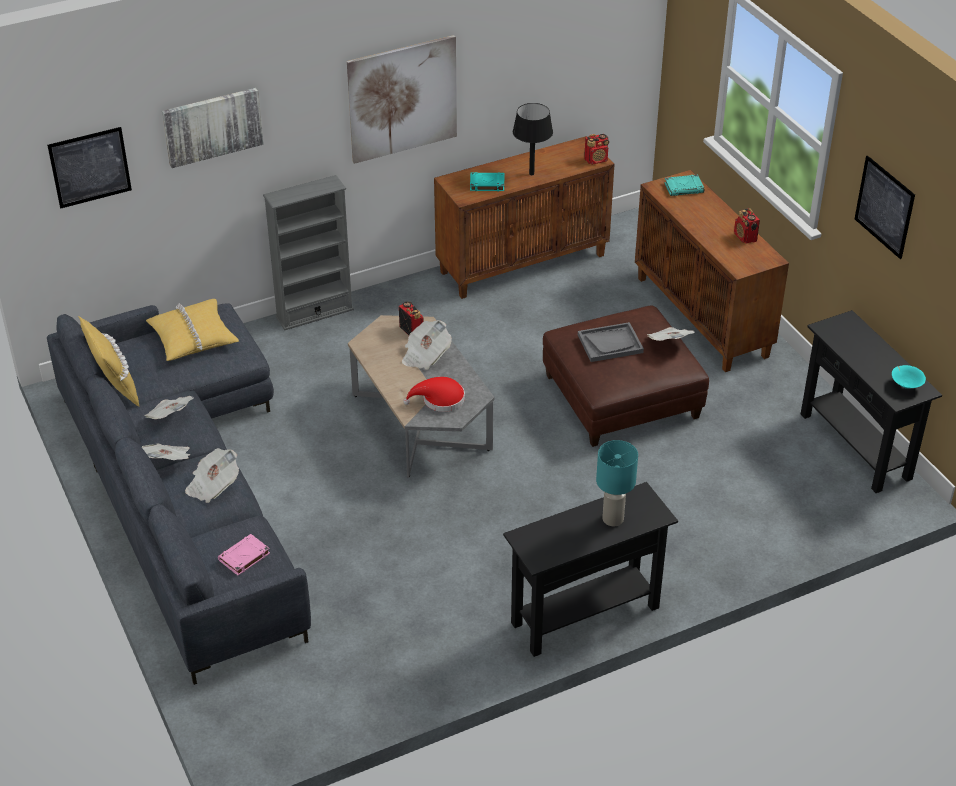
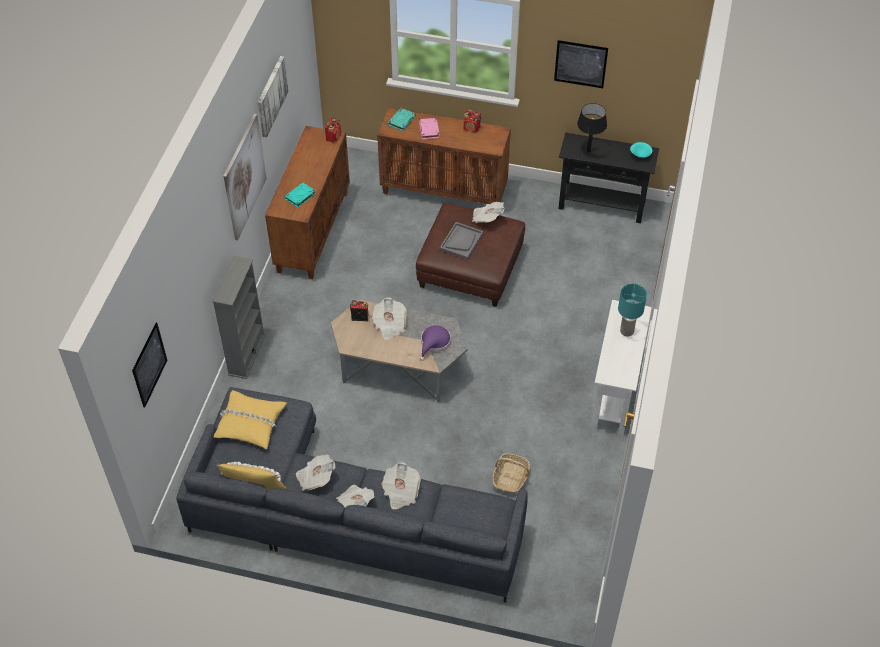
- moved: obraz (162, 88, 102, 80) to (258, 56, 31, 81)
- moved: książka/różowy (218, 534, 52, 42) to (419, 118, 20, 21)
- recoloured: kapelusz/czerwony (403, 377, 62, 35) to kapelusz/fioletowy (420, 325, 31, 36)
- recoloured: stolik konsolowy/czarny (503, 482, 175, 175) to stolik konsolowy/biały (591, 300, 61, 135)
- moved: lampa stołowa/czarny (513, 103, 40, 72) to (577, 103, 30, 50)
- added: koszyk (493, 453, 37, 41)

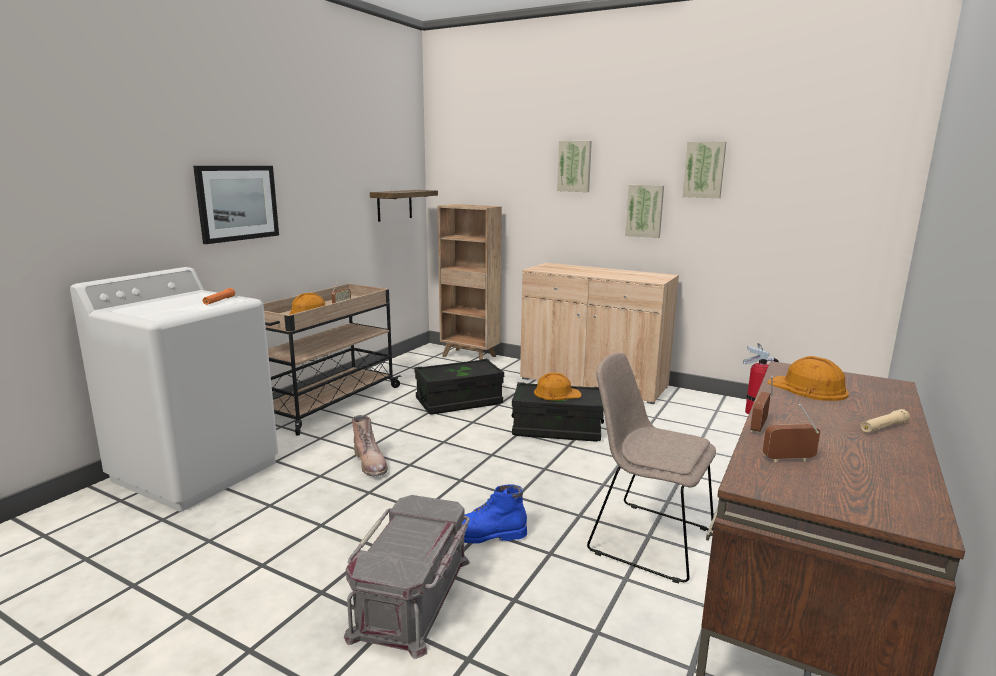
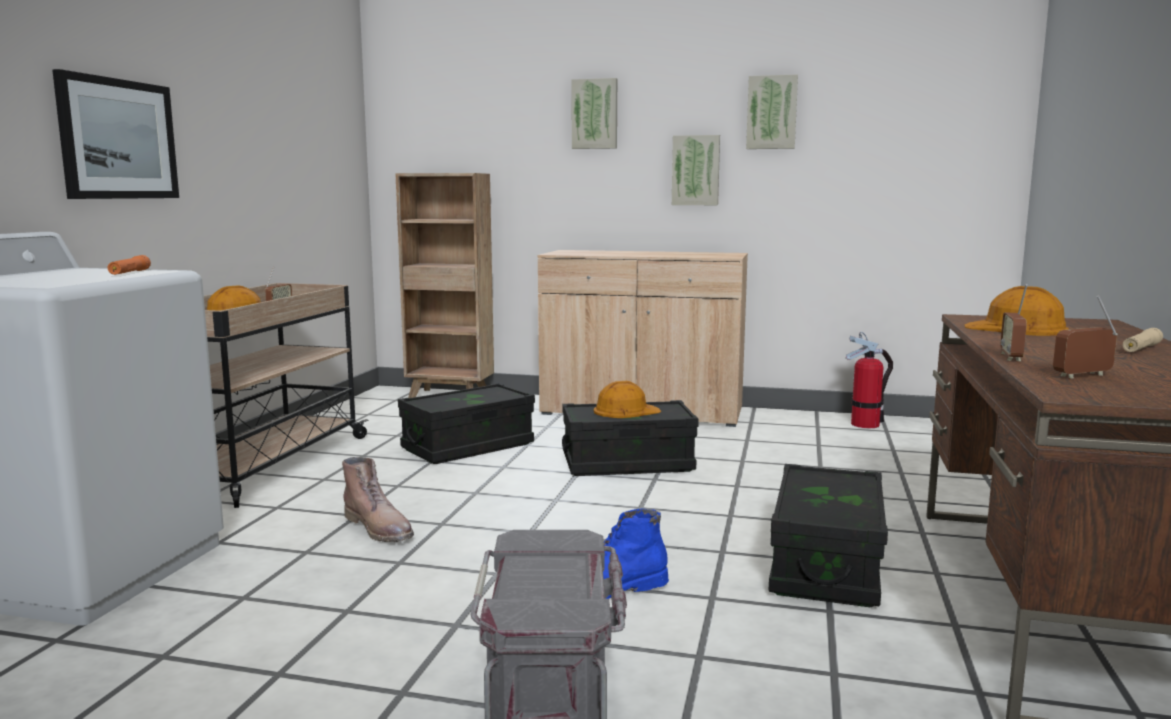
- removed: półka (370, 190, 68, 32)
- replaced: krzesło/beżowy (587, 353, 129, 230) to pojemnik do przechowywania/czarny (769, 464, 119, 144)

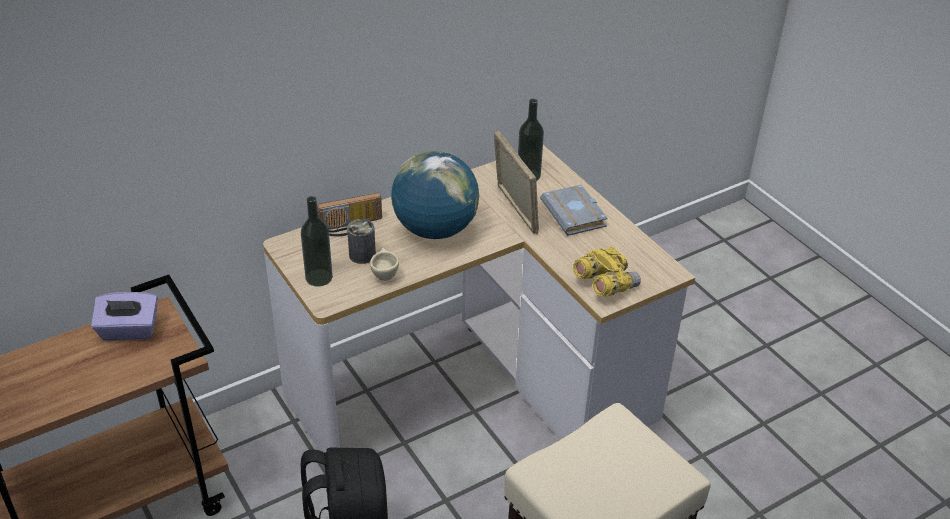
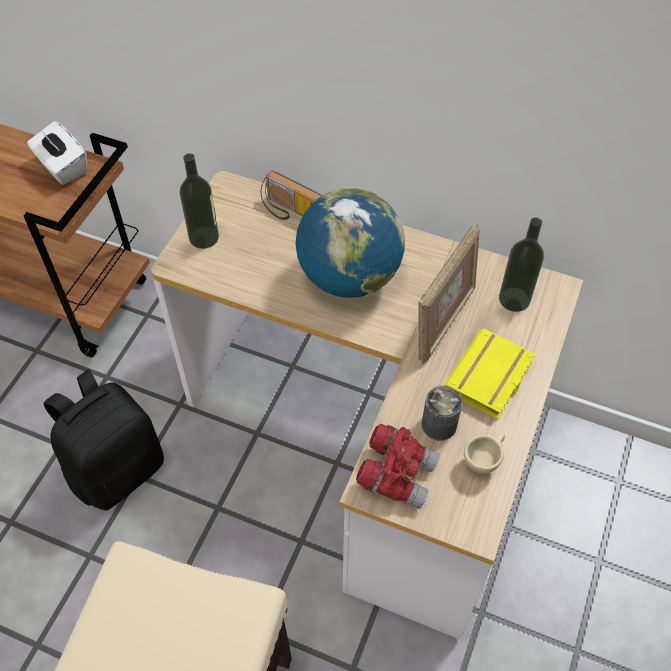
- recoloured: pudełko chusteczek/fioletowy (91, 292, 67, 49) to pudełko chusteczek/biały (27, 121, 60, 64)
- moved: puszka (347, 219, 29, 45) to (422, 386, 40, 55)
- moved: filiżanka/beżowy (370, 248, 29, 33) to (464, 434, 41, 40)
- recoloured: książka/szary (540, 185, 68, 51) to książka/żółty (443, 329, 92, 90)
- recoloured: lornetka/żółty (573, 246, 68, 51) to lornetka/czerwony (356, 424, 84, 85)

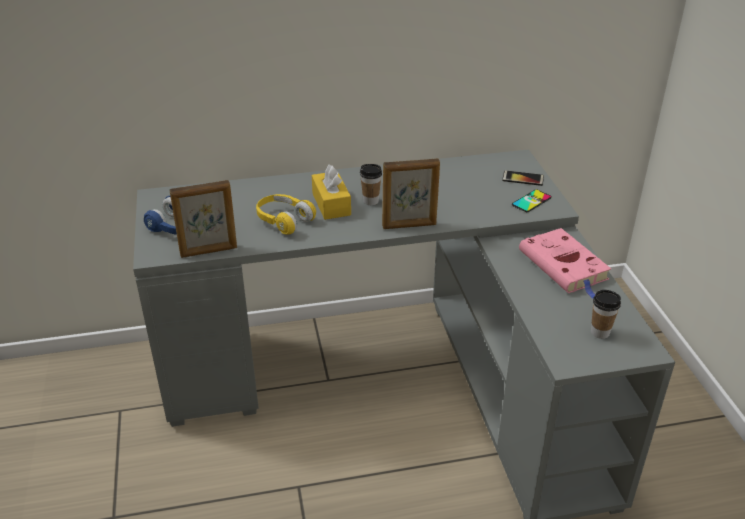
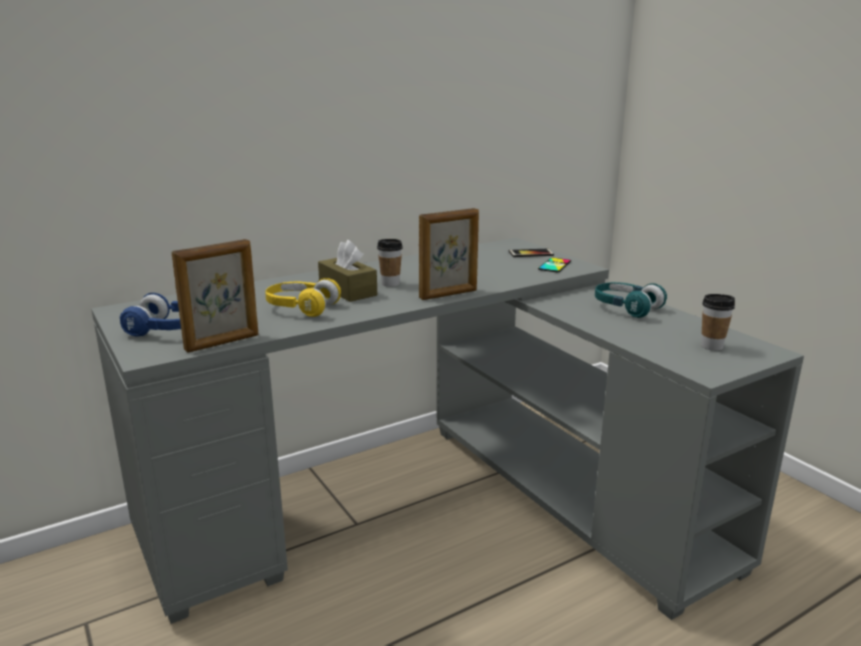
- recoloured: pudełko chusteczek/żółty (312, 165, 39, 55) to pudełko chusteczek/brązowy (318, 240, 59, 62)
- replaced: książka/różowy (519, 228, 92, 71) to słuchawki/turkusowy (595, 282, 72, 36)

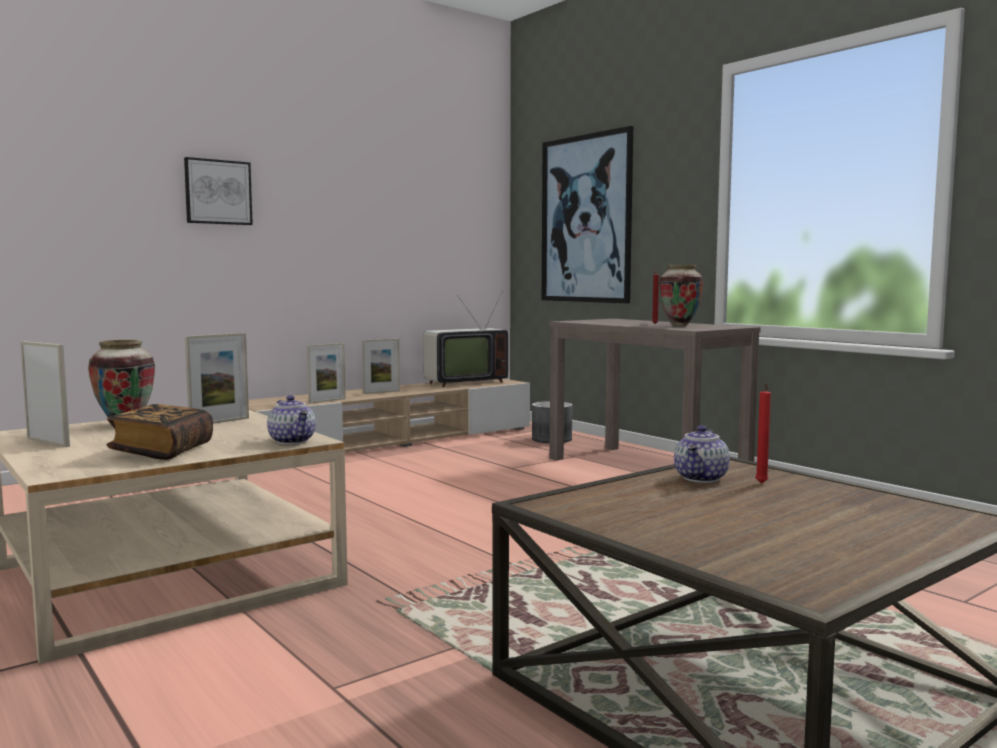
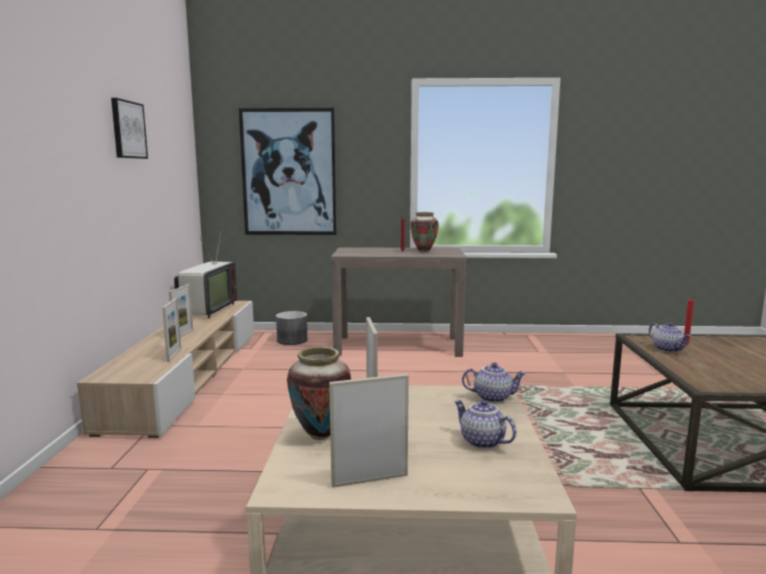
- replaced: książka (107, 404, 106, 56) to imbryk (454, 400, 62, 49)
- moved: obraz (184, 157, 69, 68) to (111, 98, 37, 61)

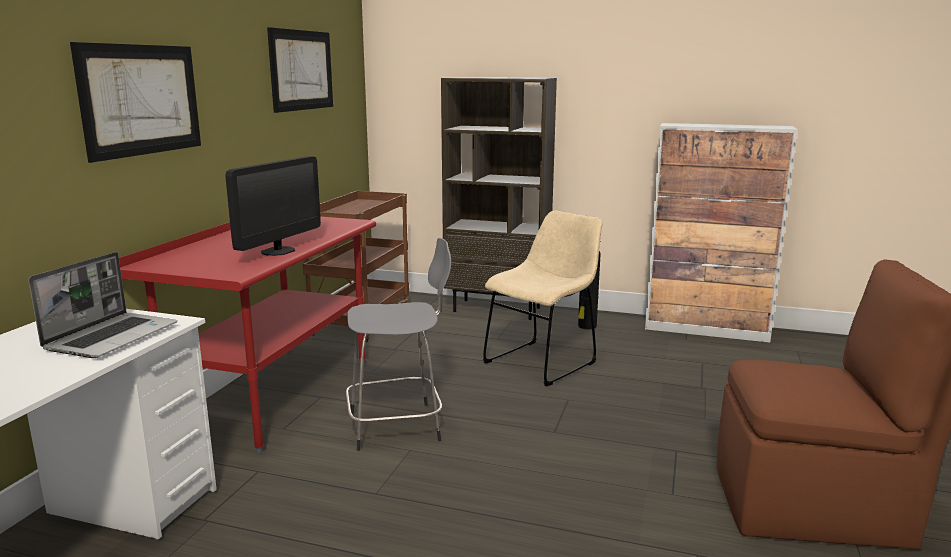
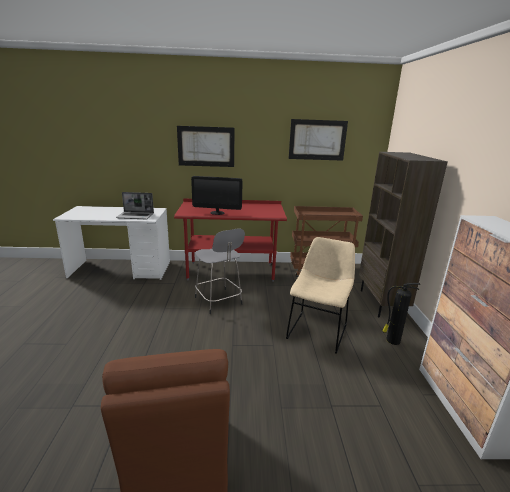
- turned: krzesło/beżowy (483, 210, 119, 176) = (286, 237, 69, 117) 90 degrees counterclockwise

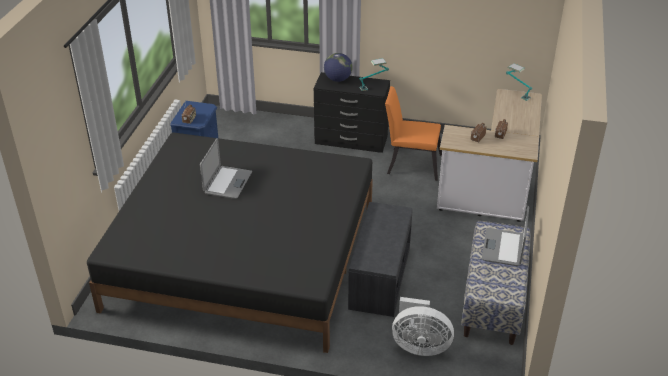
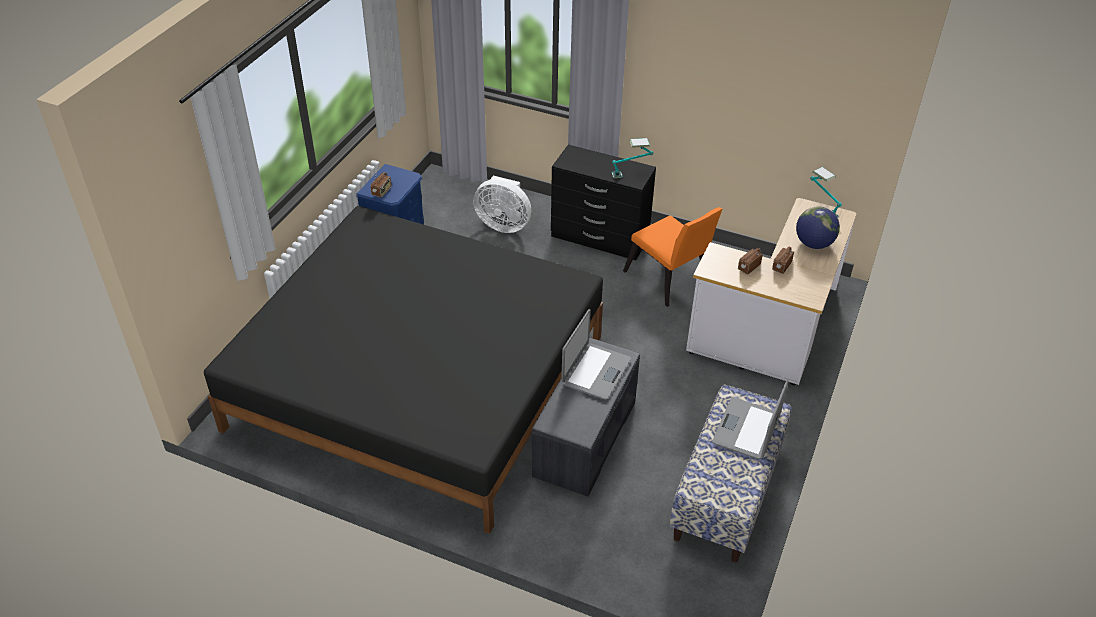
- moved: laptop (200, 138, 52, 61) to (561, 309, 70, 91)
- moved: globus (324, 53, 28, 29) to (796, 207, 44, 42)
- turned: krzesło/pomarańczowy (385, 86, 57, 95) = (623, 207, 99, 100) 150 degrees counterclockwise
- moved: wentylator/biały (392, 297, 62, 59) to (474, 176, 57, 57)

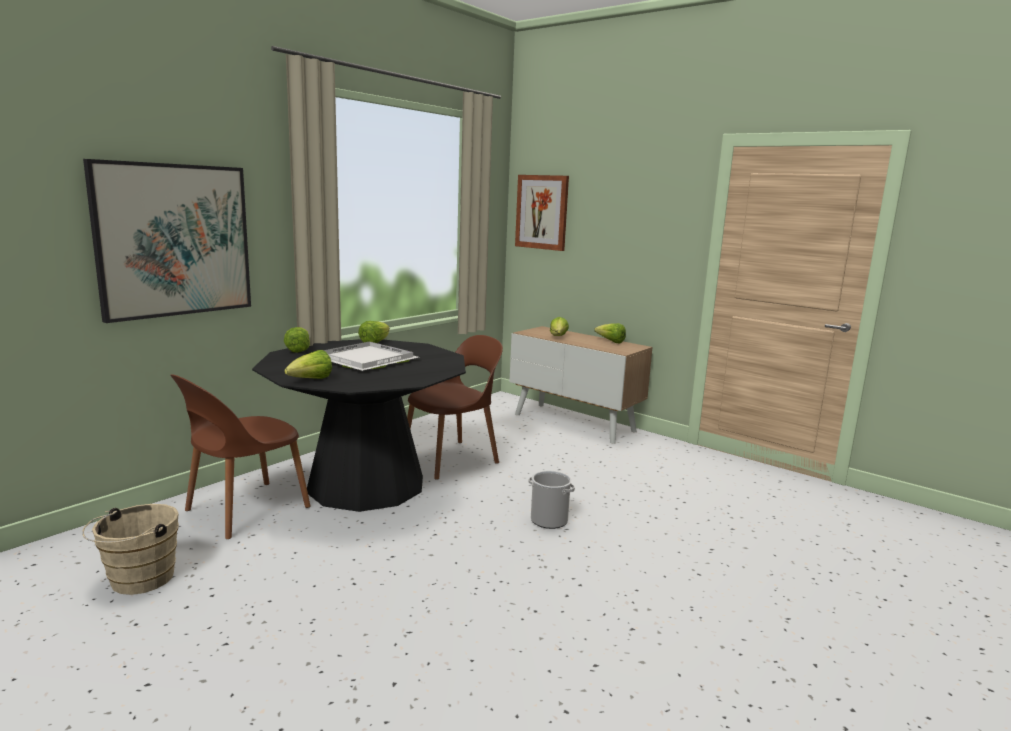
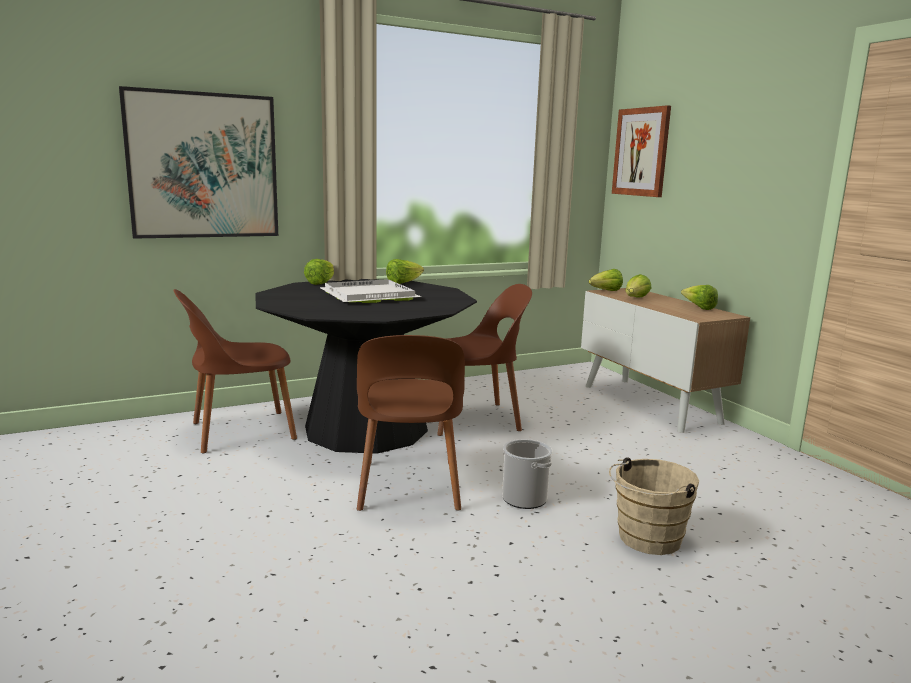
- moved: wiadro/beżowy (82, 504, 97, 91) to (609, 457, 90, 98)
- moved: sałata (284, 350, 48, 29) to (589, 269, 34, 22)
- added: krzesło/brązowy (357, 335, 108, 176)

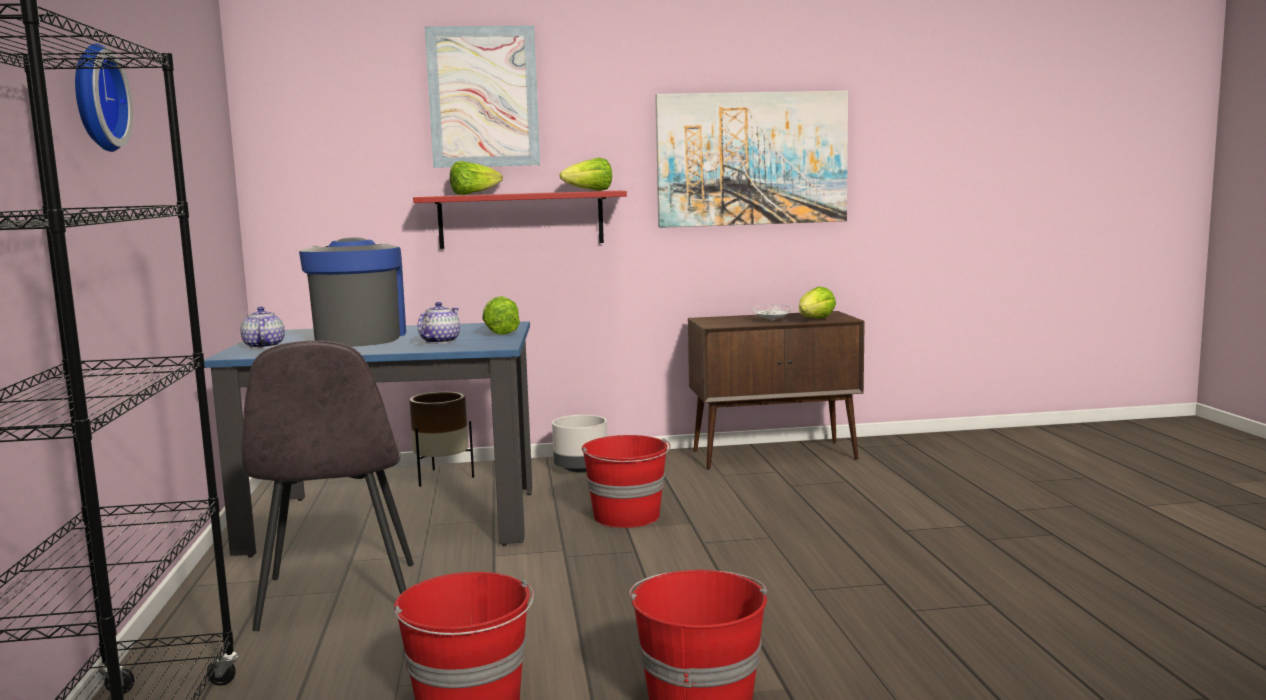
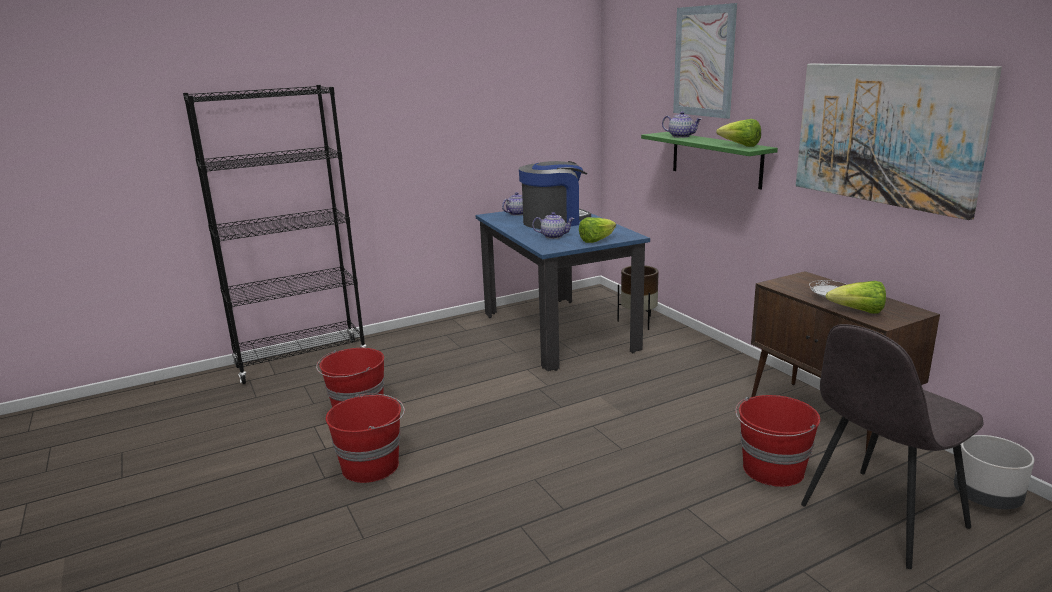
- removed: zegar ścienny (75, 43, 58, 109)
- moved: krzesło/szary (242, 341, 172, 290) to (801, 324, 183, 245)
- recoloured: półka/czerwony (413, 191, 214, 58) to półka/zielony (641, 132, 137, 57)
- replaced: sałata (450, 161, 53, 34) to imbryk (662, 111, 39, 27)
- moved: donica/szary (552, 415, 55, 58) to (953, 435, 81, 74)
- moved: wiadro/czerwony (582, 435, 89, 93) to (735, 395, 85, 92)

